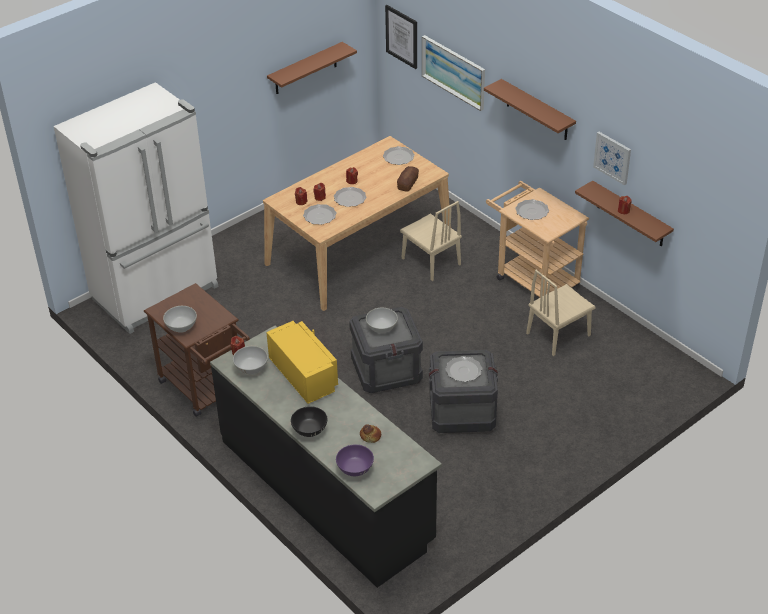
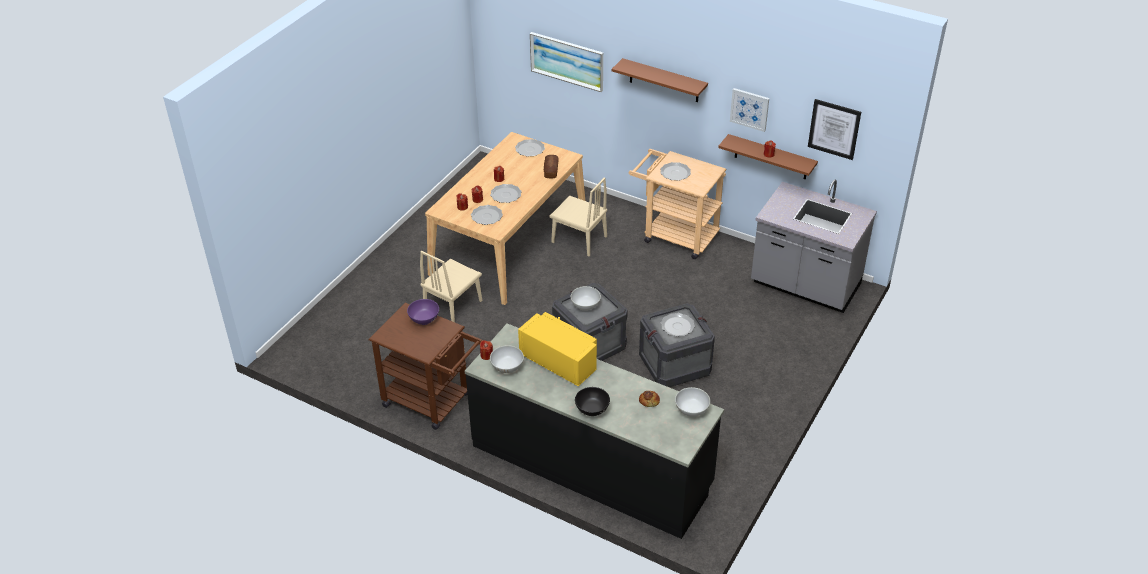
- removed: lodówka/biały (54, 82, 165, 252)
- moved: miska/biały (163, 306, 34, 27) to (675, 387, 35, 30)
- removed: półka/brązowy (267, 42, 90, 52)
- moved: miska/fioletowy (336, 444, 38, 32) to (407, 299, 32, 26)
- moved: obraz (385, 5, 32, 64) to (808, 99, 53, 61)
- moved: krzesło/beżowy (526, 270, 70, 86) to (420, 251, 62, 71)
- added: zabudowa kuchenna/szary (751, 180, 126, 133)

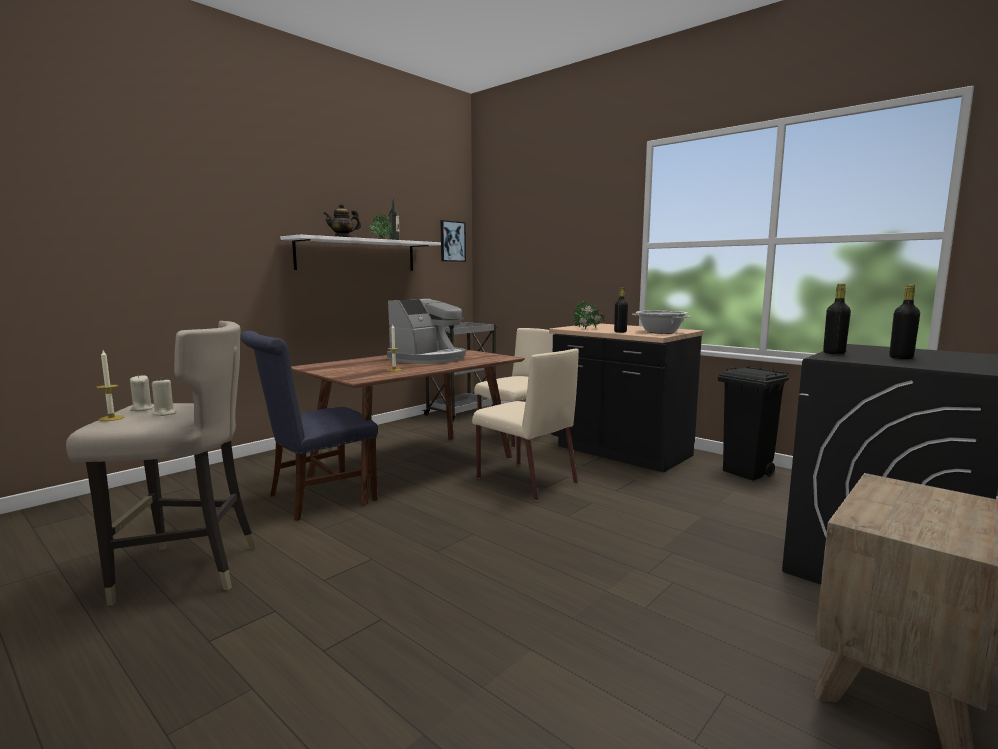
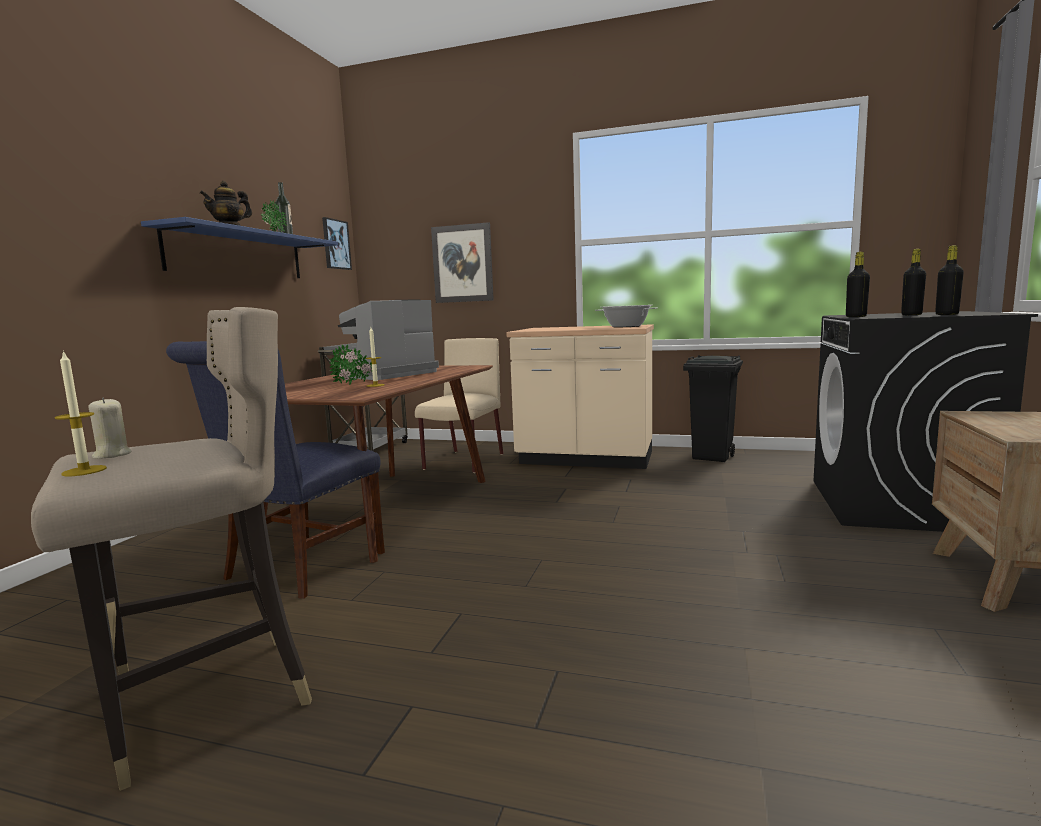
- removed: świeca/beżowy (152, 378, 25, 38)
- recoloured: półka/biały (280, 235, 161, 36) to półka/niebieski (141, 217, 197, 61)
- turned: ekspres do kawy (387, 299, 79, 65) = (338, 299, 101, 81) 150 degrees counterclockwise
- removed: krzesło/beżowy (472, 349, 107, 152)
- recoloured: zabudowa kuchenna/czarny (549, 323, 154, 149) to zabudowa kuchenna/beżowy (506, 324, 148, 145)
- moved: roślina doniczkowa (574, 301, 31, 28) to (329, 344, 48, 41)
- moved: butelka/czarny (614, 287, 14, 46) to (935, 245, 29, 70)
- added: obraz (431, 222, 63, 81)

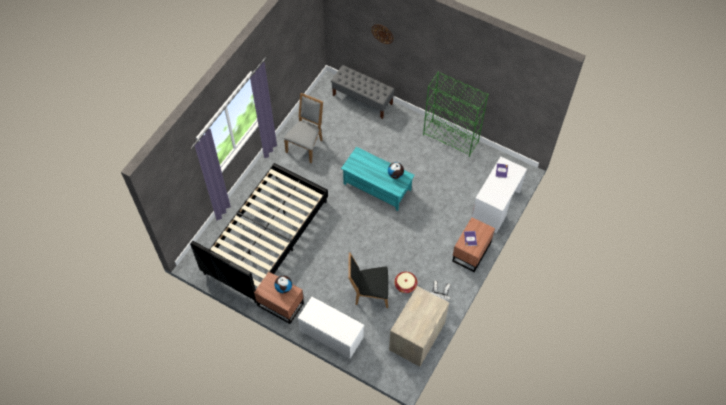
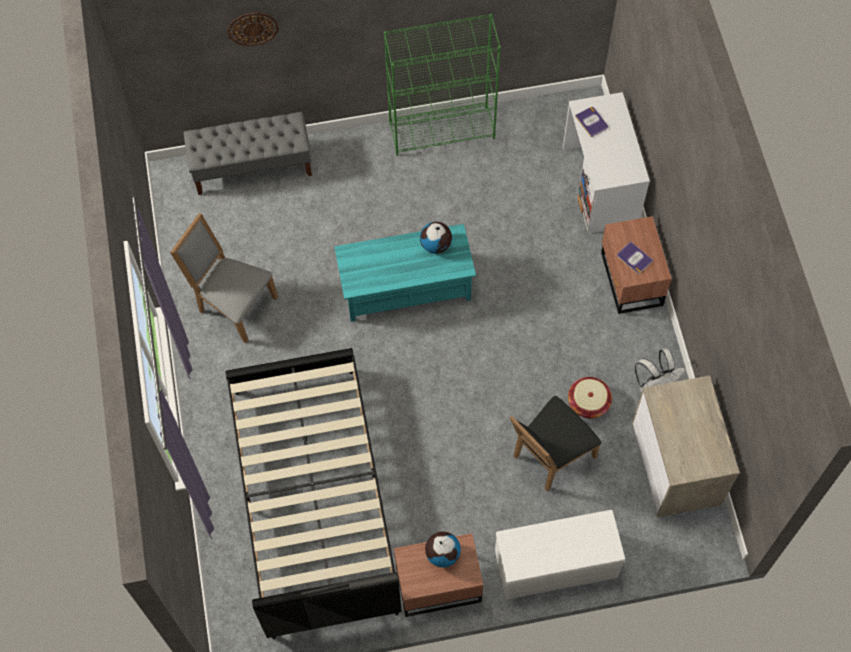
- turned: krzesło/szary (284, 93, 39, 70) = (170, 213, 108, 130) 45 degrees counterclockwise

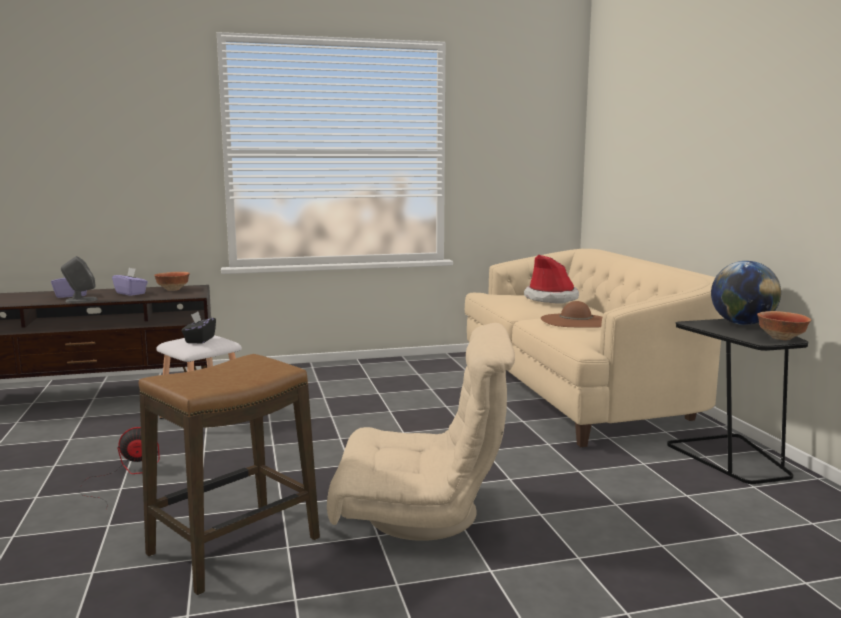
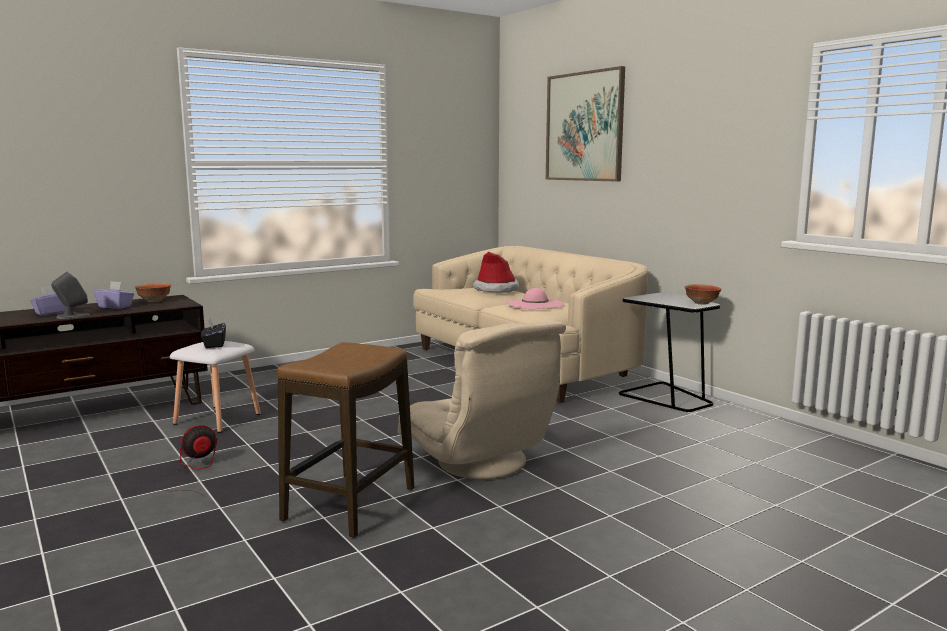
- turned: fotel/beżowy (327, 323, 188, 218) = (398, 322, 168, 157) 75 degrees clockwise
- recoloured: kapelusz/brązowy (541, 301, 61, 27) to kapelusz/różowy (507, 288, 57, 21)
- removed: globus (711, 261, 70, 64)
- added: obraz (546, 66, 79, 116)

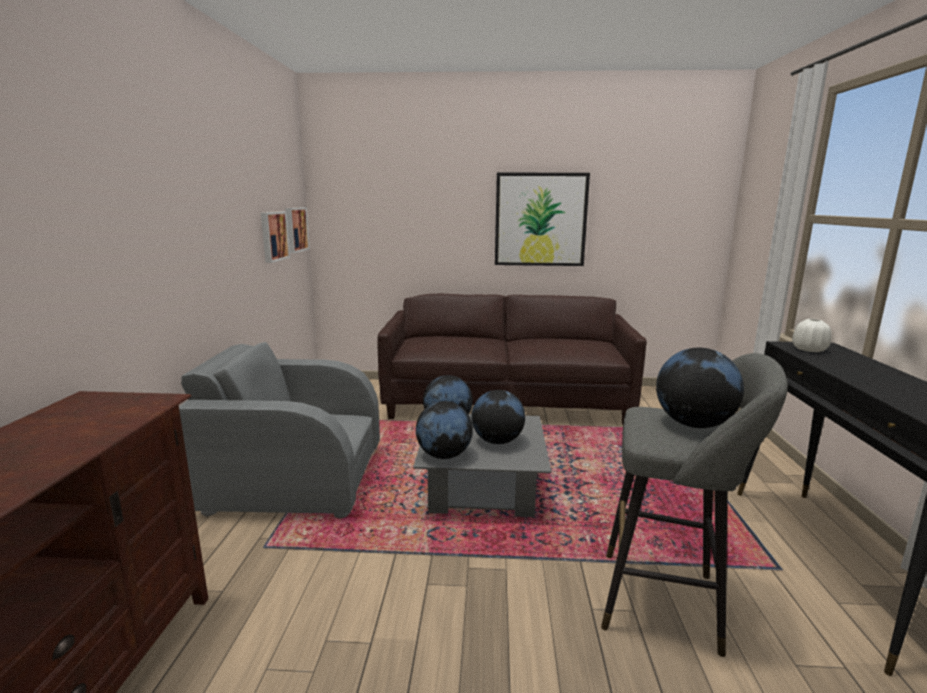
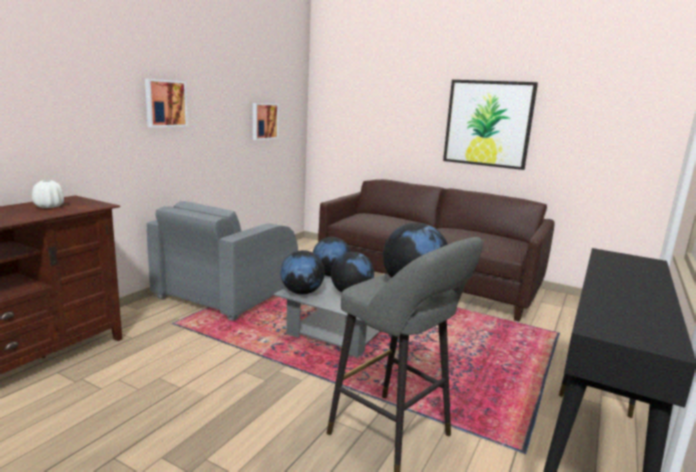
- turned: fotel/szary (179, 342, 201, 177) = (146, 201, 152, 120) 90 degrees counterclockwise
- moved: obraz (285, 207, 25, 46) to (145, 78, 43, 50)
- moved: wazon/biały (792, 319, 39, 33) to (32, 180, 32, 28)

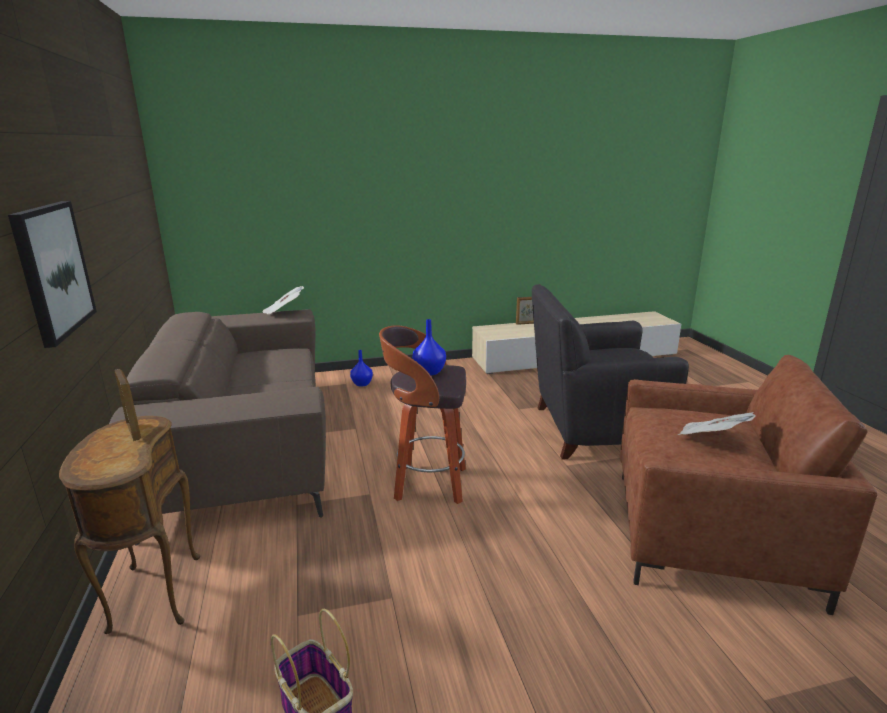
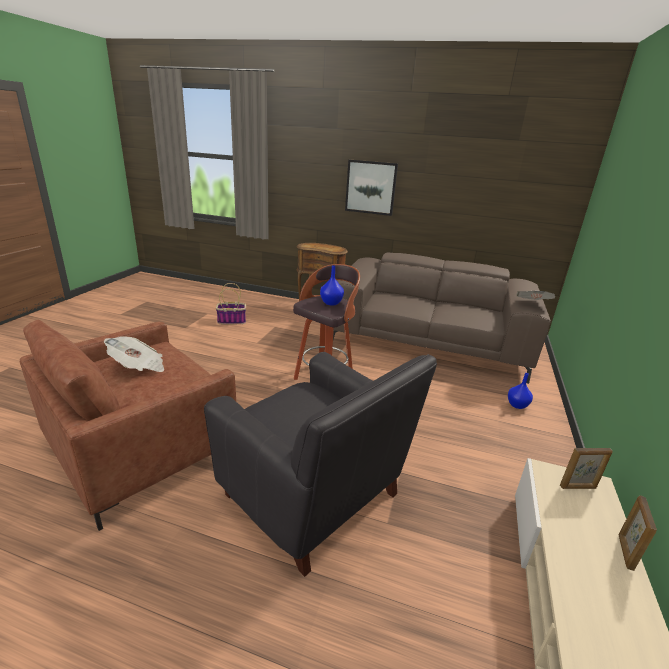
- moved: ramka na zdjęcie (114, 369, 27, 72) to (560, 448, 53, 41)
- turned: fotel/czarny (532, 284, 157, 176) = (204, 352, 233, 225) 105 degrees clockwise

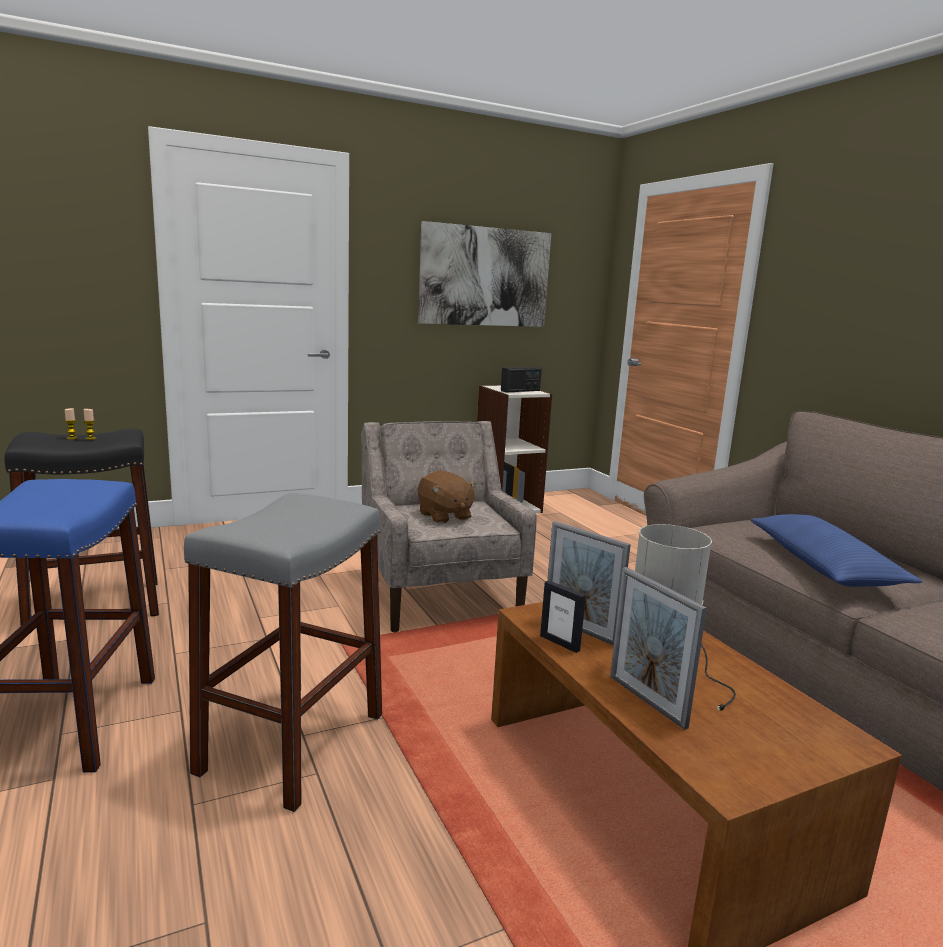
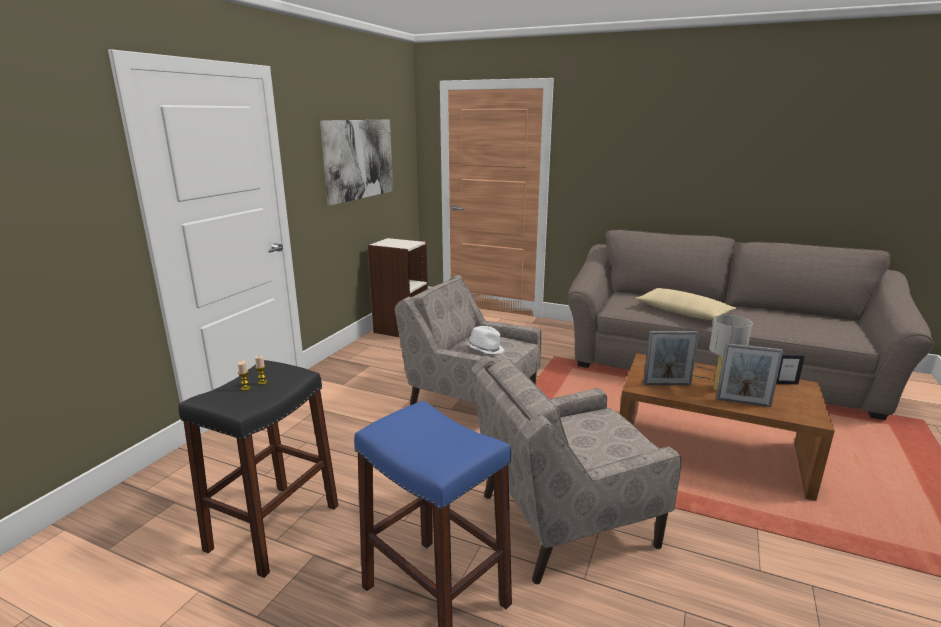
- replaced: stołek/szary (184, 493, 198, 319) to fotel/beżowy (471, 356, 211, 228)
- replaced: pluszak/brązowy (418, 471, 59, 53) to kapelusz/biały (465, 326, 40, 28)
- removed: radio (501, 367, 41, 26)
- moved: ramka na zdjęcie (540, 580, 46, 73) to (776, 354, 29, 31)
- recoloured: poduszka/niebieski (750, 514, 172, 73) to poduszka/beżowy (635, 288, 101, 32)

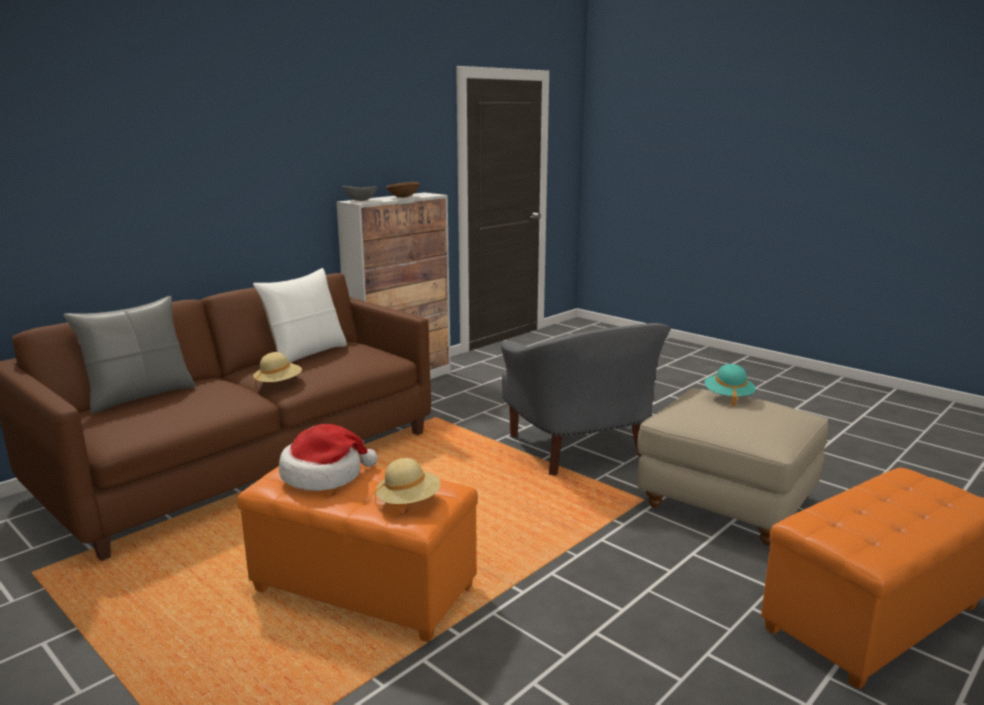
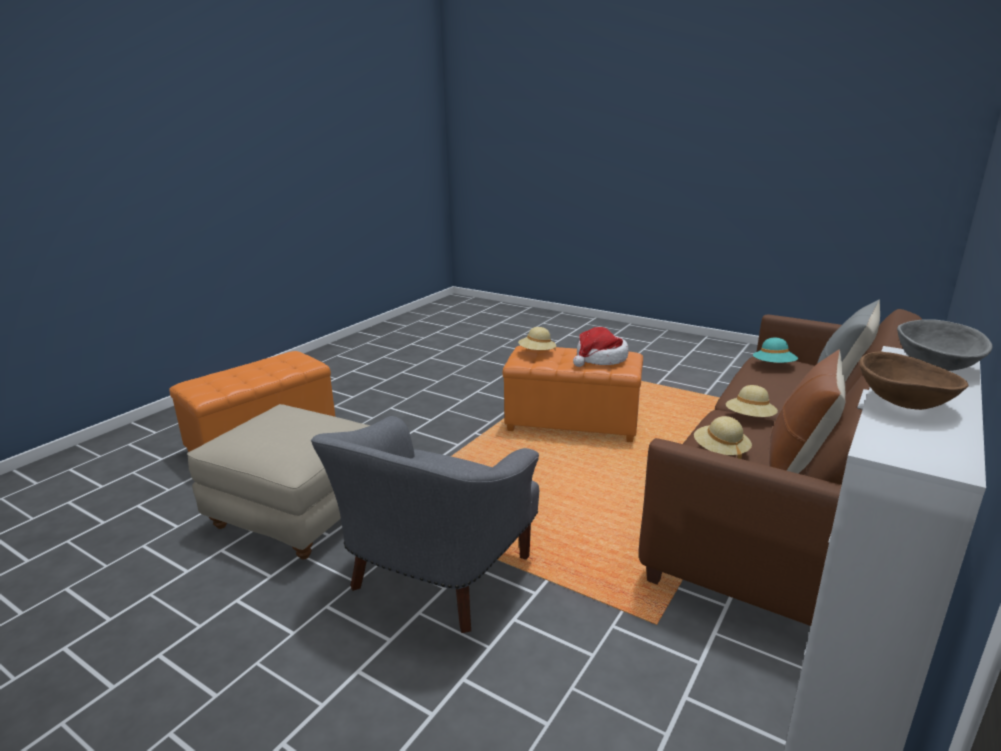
- recoloured: poduszka/biały (253, 268, 94, 95) to poduszka/brązowy (769, 349, 76, 125)
- turned: fotel/szary (501, 323, 170, 152) = (311, 416, 228, 217) 120 degrees counterclockwise
- moved: kapelusz/turkusowy (704, 364, 52, 43) to (753, 338, 45, 25)
- added: kapelusz/beżowy (694, 416, 58, 43)

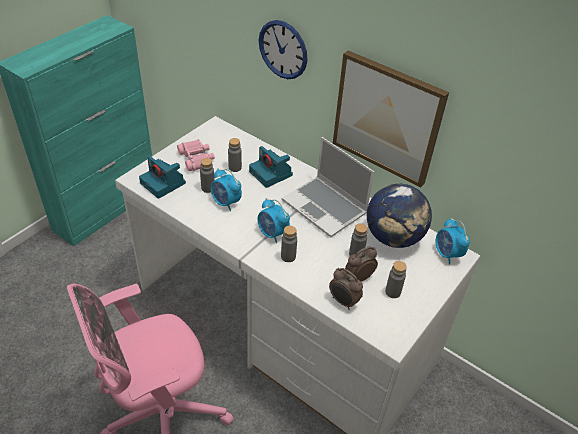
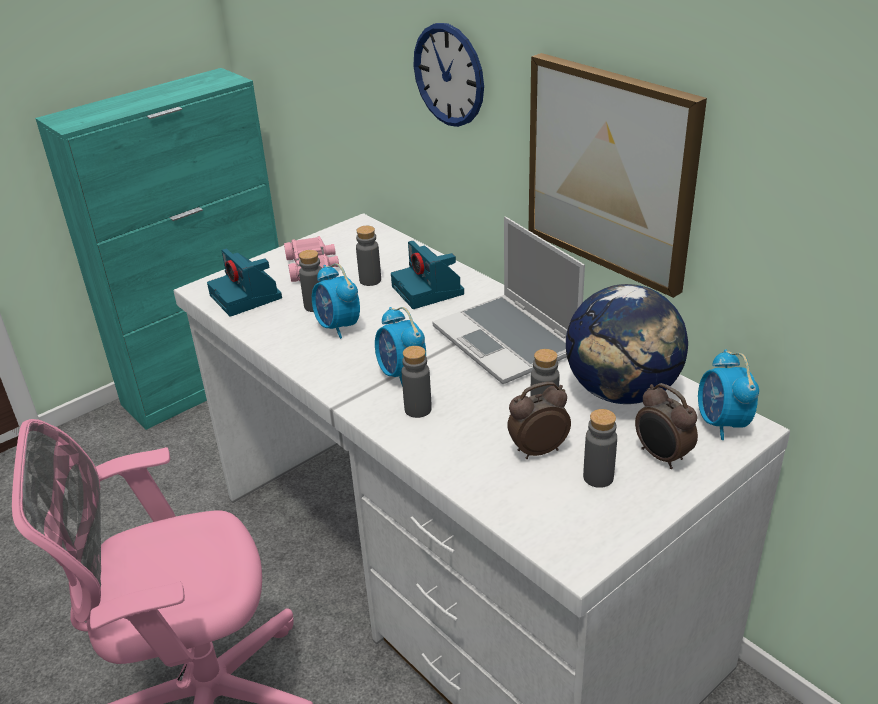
- moved: budzik (329, 268, 34, 42) to (635, 383, 63, 86)

